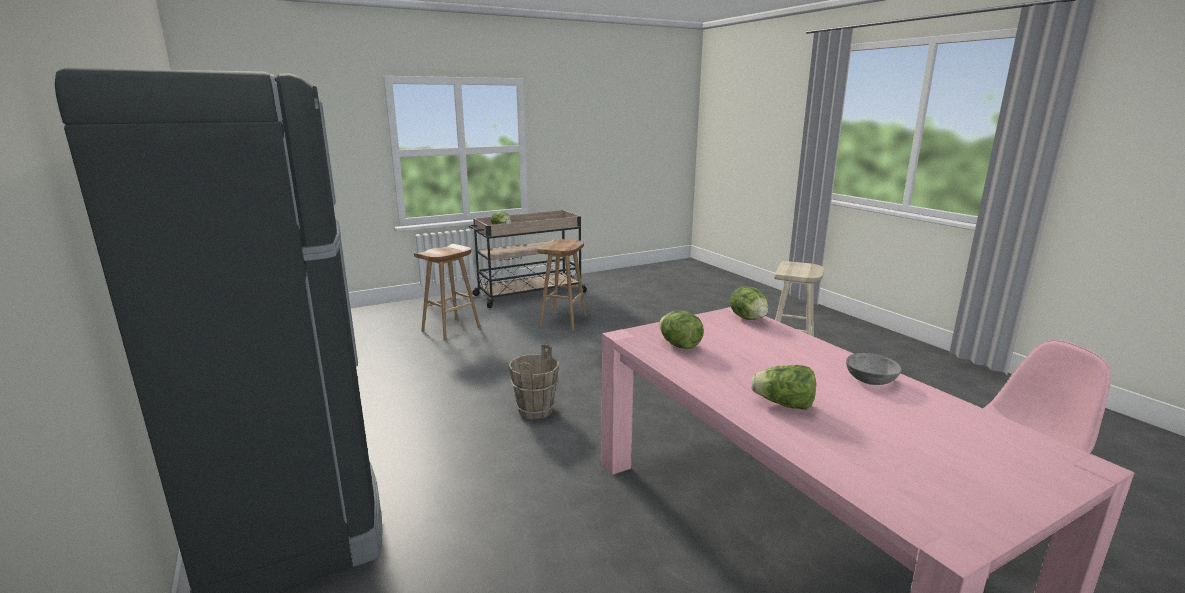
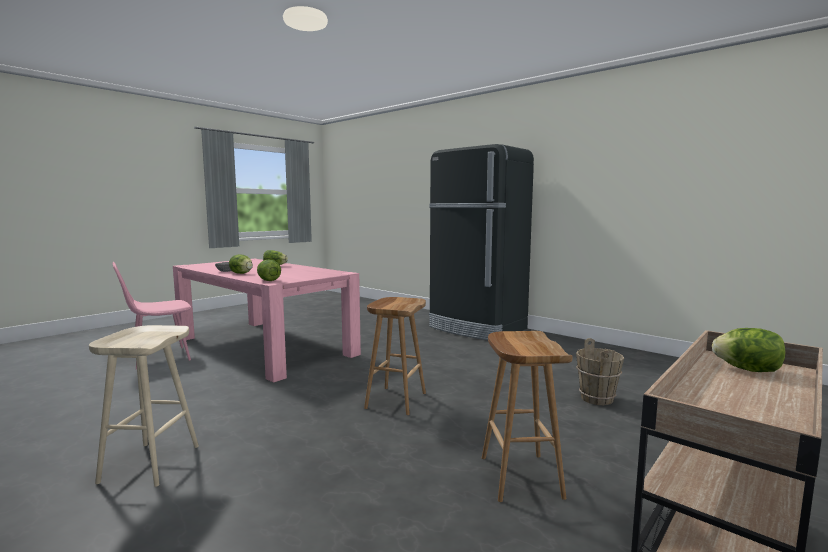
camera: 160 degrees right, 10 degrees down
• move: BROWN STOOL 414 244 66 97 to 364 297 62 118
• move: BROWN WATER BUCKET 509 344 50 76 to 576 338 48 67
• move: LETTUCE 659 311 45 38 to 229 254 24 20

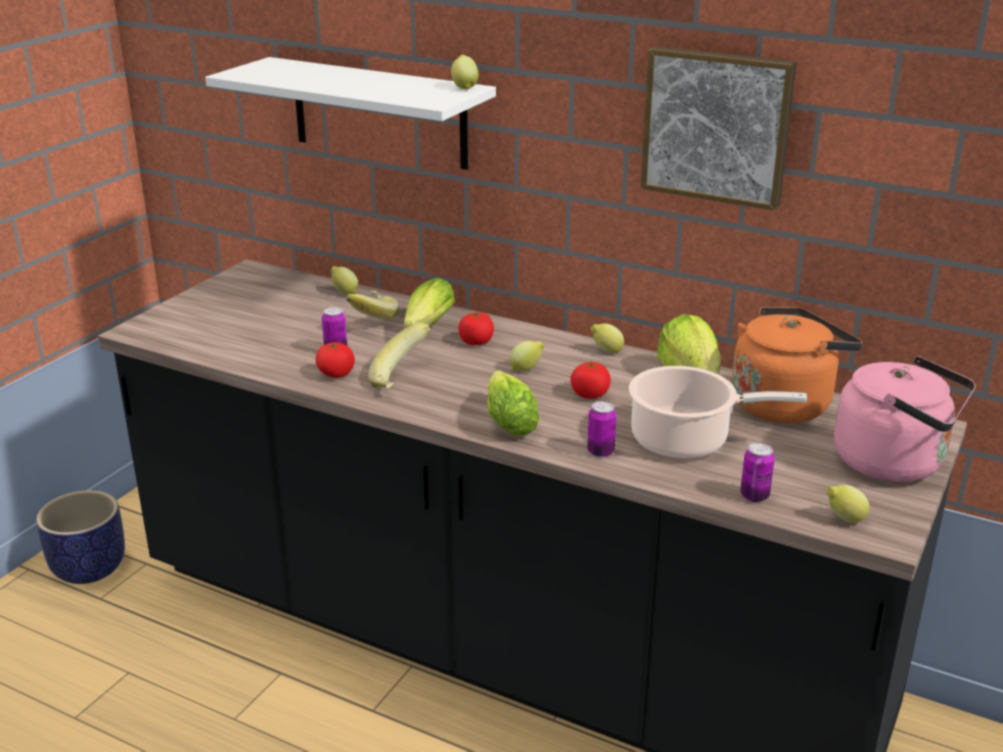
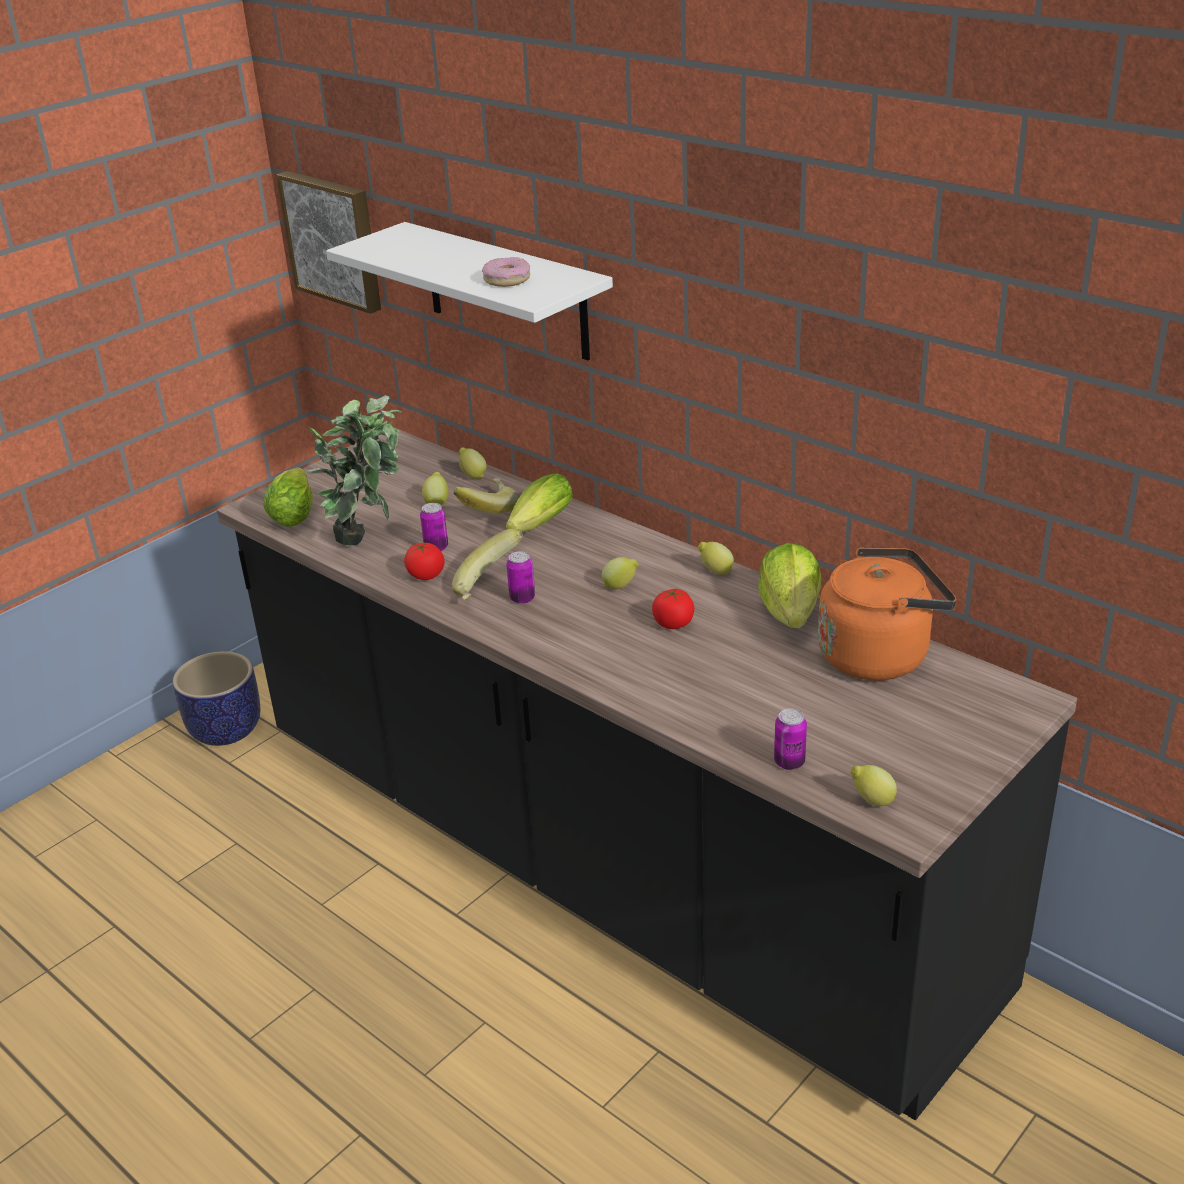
camera: 15 degrees right, 5 degrees up
• move: LEMON 451 55 27 34 to 422 472 27 33
• delete: TOMATO 459 312 35 33
• move: LETTUCE 488 370 52 66 to 263 468 50 59
• move: METAL CAN 587 401 30 56 to 506 551 29 53
• delete: STOCKPOT 629 366 178 93
• move: WALL PICTURE 640 46 157 165 to 276 171 105 143
• delete: PINK-COLOURED KETTLE 834 356 142 126
• insert: HOUSEPLANT 307 395 94 150
• insert: DONUT 482 257 48 30

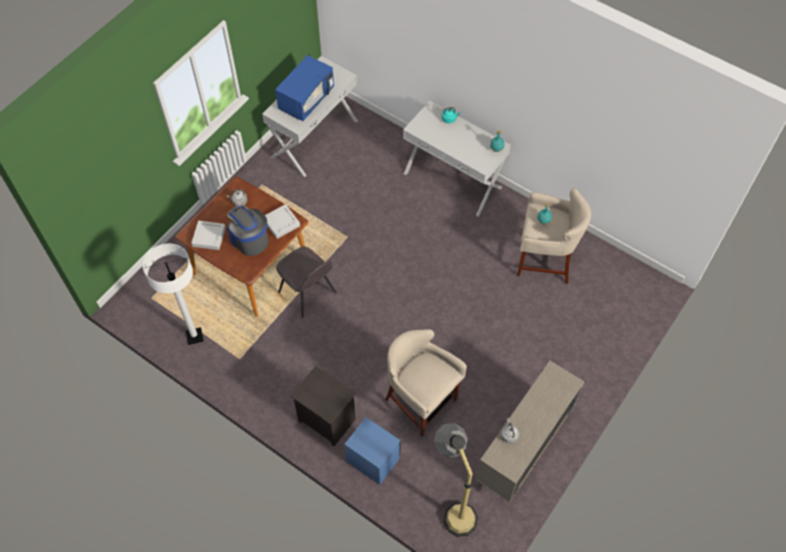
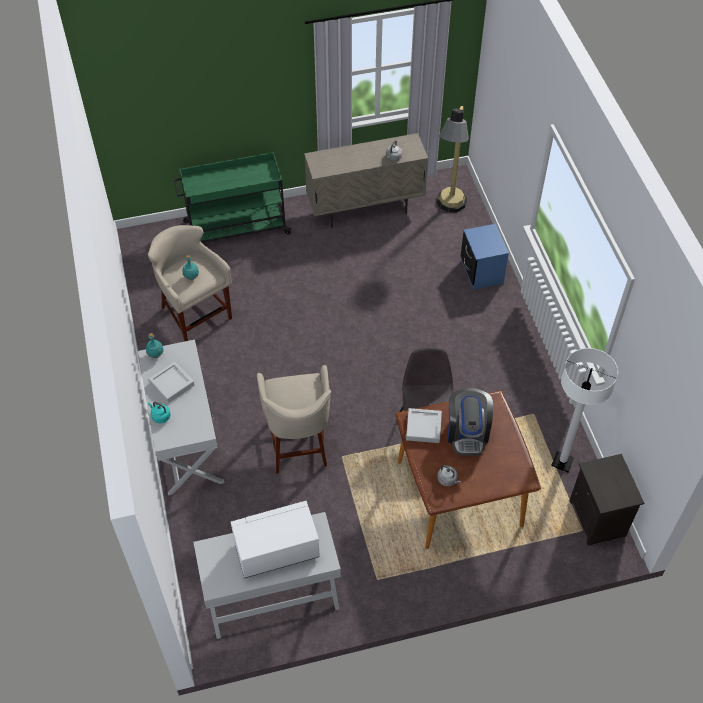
camera: 140 degrees left, 5 degrees down
• move: GRAY CARRYING TRAY 191 221 35 29 to 148 361 46 42
• recolor: BLUE KITCHEN MICROWAVE 275 55 59 66 to WHITISH KITCHEN MICROWAVE 231 501 89 77
• move: BLACK NIGHT TABLE 290 366 66 80 to 569 454 75 92
• move: SAND-COLOURED STOOL 385 329 82 108 to 257 365 74 109
• insert: GREEN-COLOURED TROLLEY 173 152 119 91

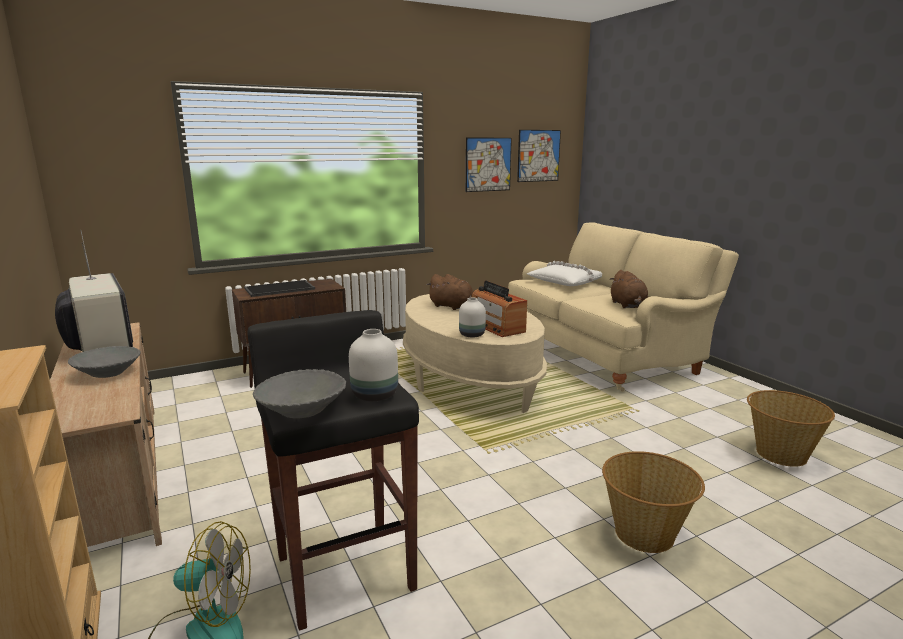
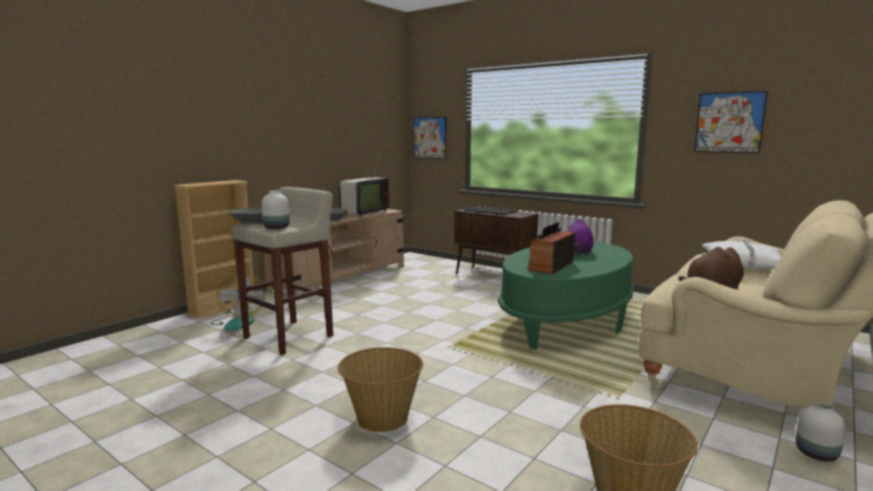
camera: 65 degrees right, 5 degrees down
• recolor: BLACK STOOL 247 310 172 321 to SAND-COLOURED STOOL 232 187 101 168
• recolor: SAND-COLOURED COFFEE TABLE 403 294 144 119 to GREEN-COLOURED COFFEE TABLE 498 242 136 107
• recolor: BROWN CUDDLY TOY 427 274 46 36 to PURPLE CUDDLY TOY 568 219 26 35
• move: WHITISH VASE 459 298 27 39 to 796 402 50 60
• move: WALL PICTURE 517 130 44 52 to 413 117 33 42

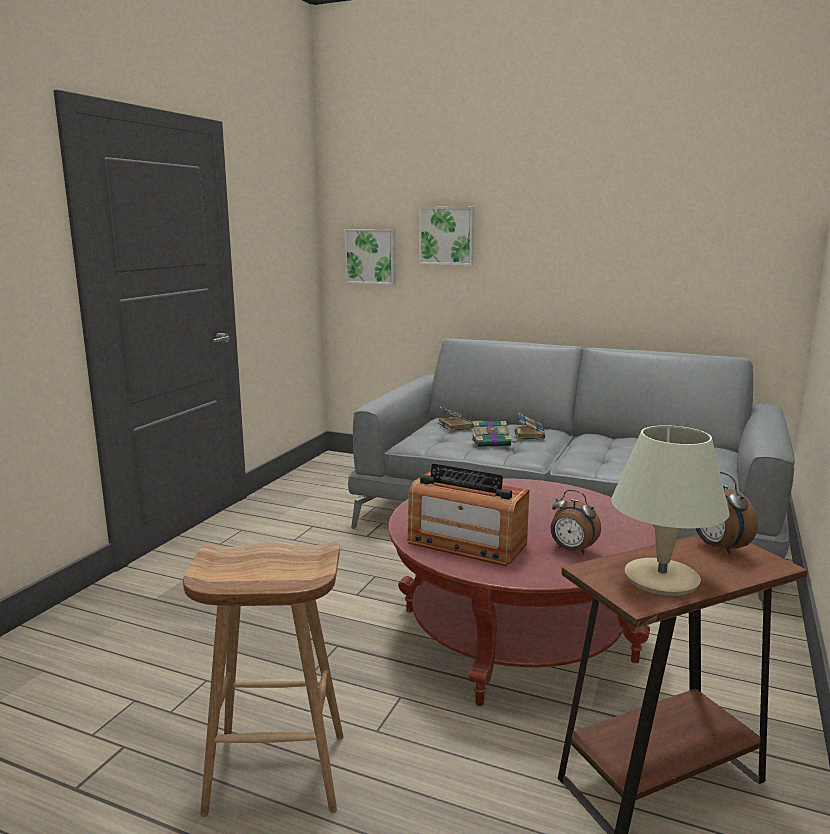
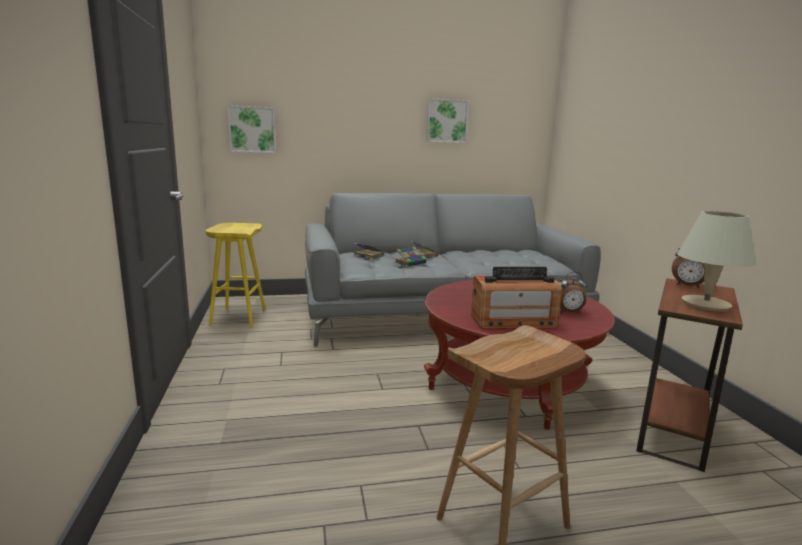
camera: 35 degrees left, 0 degrees up
• move: WALL PICTURE 419 207 56 58 to 426 98 43 45
• insert: YELLOWISH STOOL 206 223 60 104

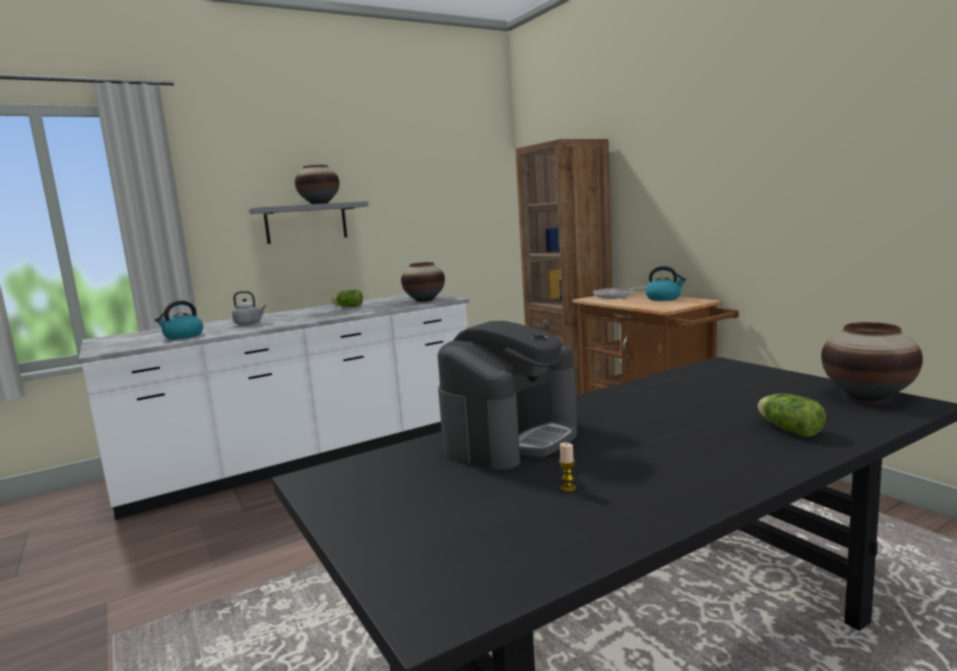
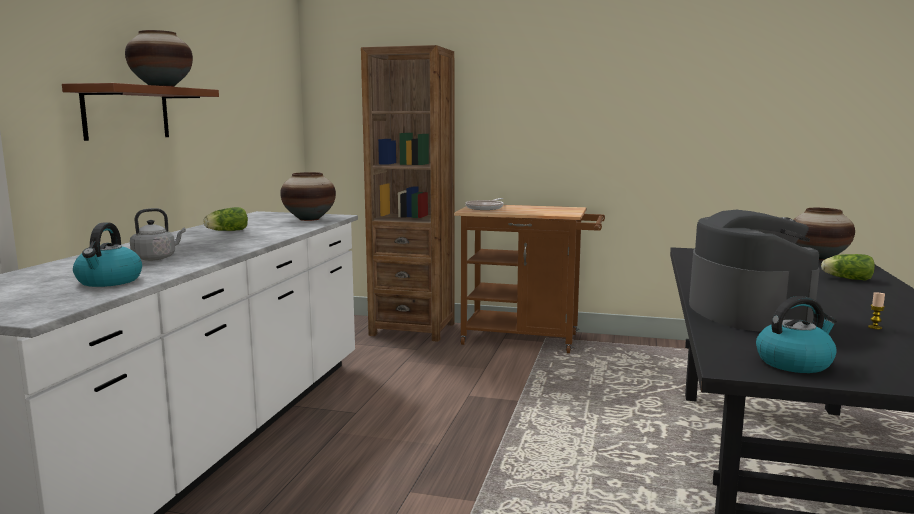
camera: 45 degrees left, 0 degrees up
• recolor: GRAY SHELF 249 201 120 43 to BROWN SHELF 62 83 157 58
• move: KETTLE 645 266 41 35 to 756 296 81 77

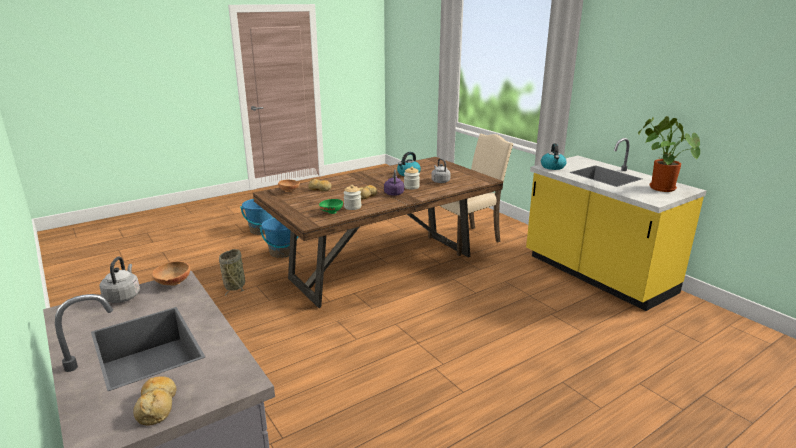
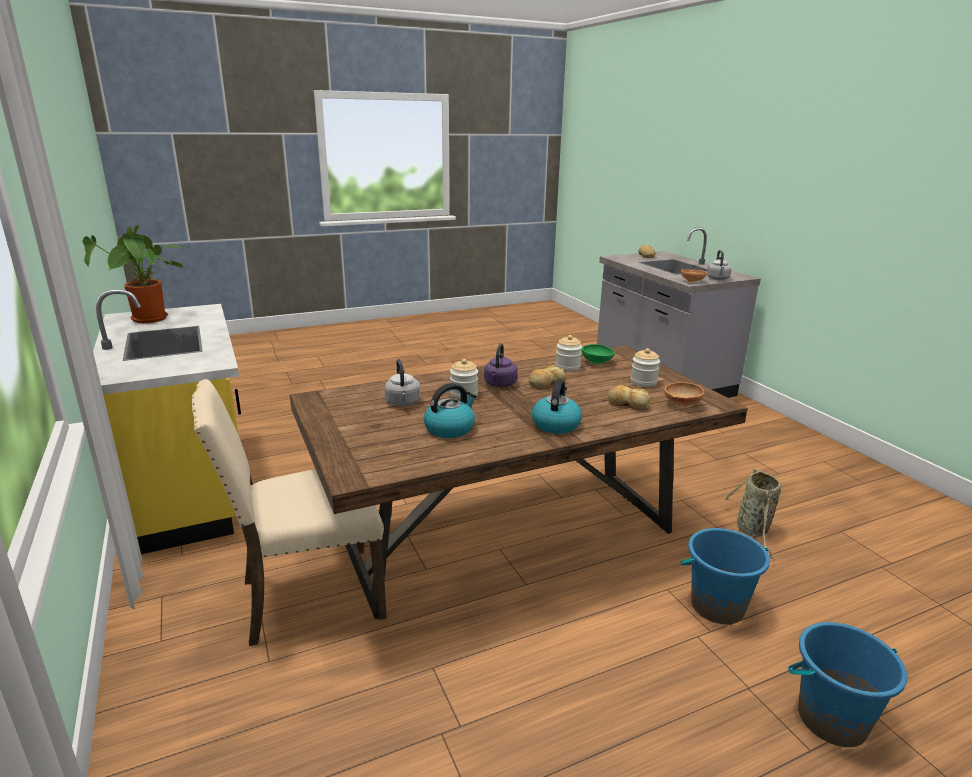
camera: 170 degrees left, 0 degrees up
• move: KETTLE 541 144 26 26 to 532 379 50 55
• insert: STORAGE JAR 631 348 29 39

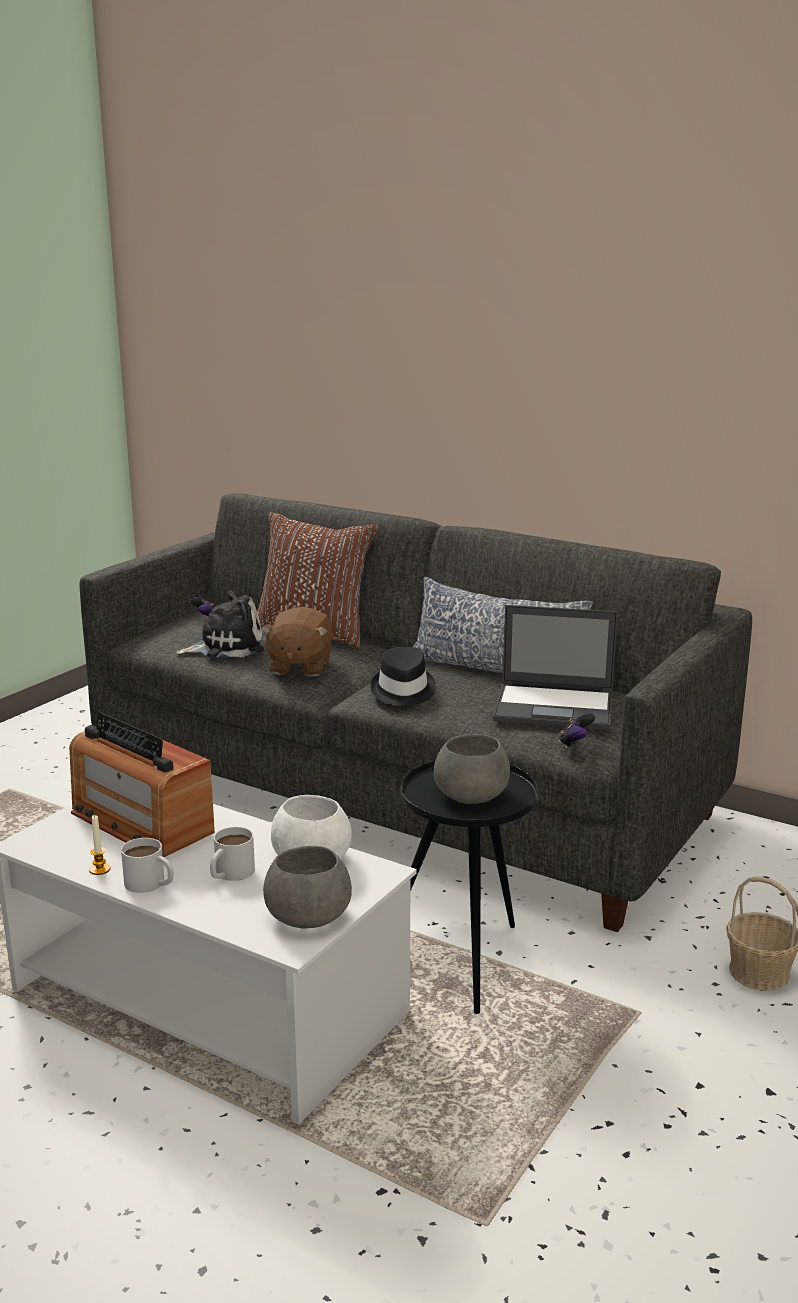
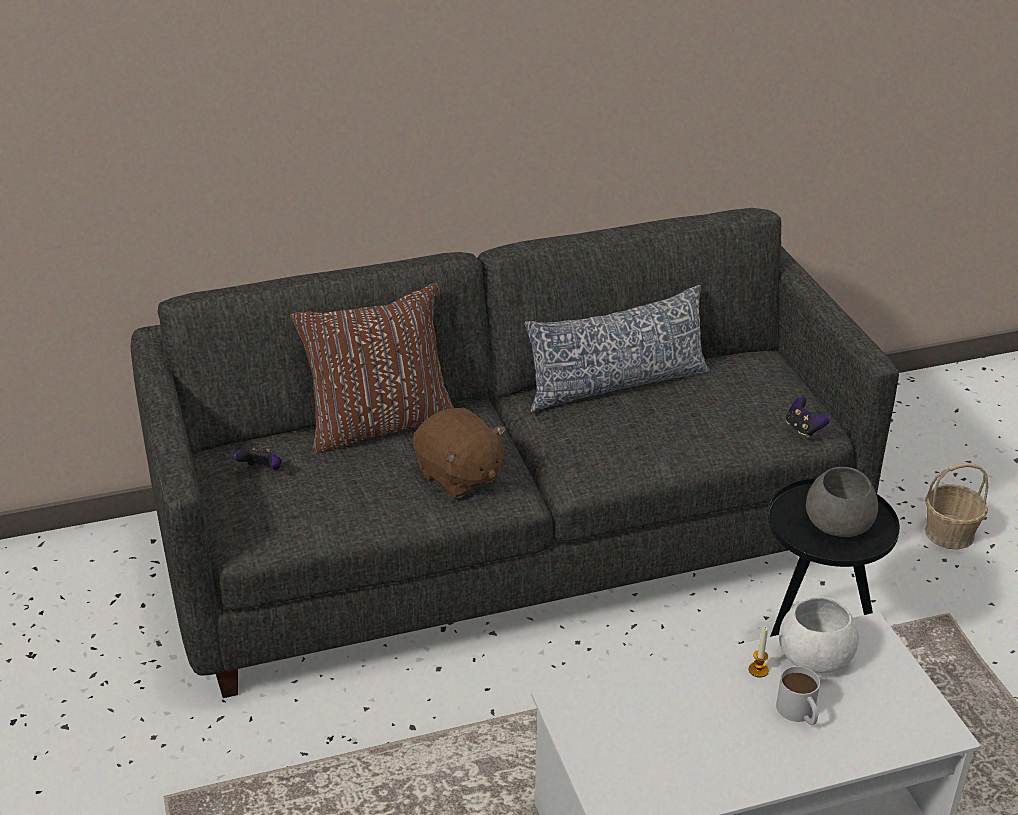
camera: 50 degrees left, 15 degrees up
• delete: RADIO SET 69 712 146 145
• move: WAX LIGHT 89 815 22 60 to 749 626 20 52
• delete: WHITISH MUG 121 838 53 55
• delete: CUDDLY TOY 176 591 88 67
• delete: GRAY SERVING BOWL 263 846 89 82
• delete: BLACK CLOTHING HAT 371 647 65 59
• delete: PORTABLE COMPUTER 493 605 125 125

